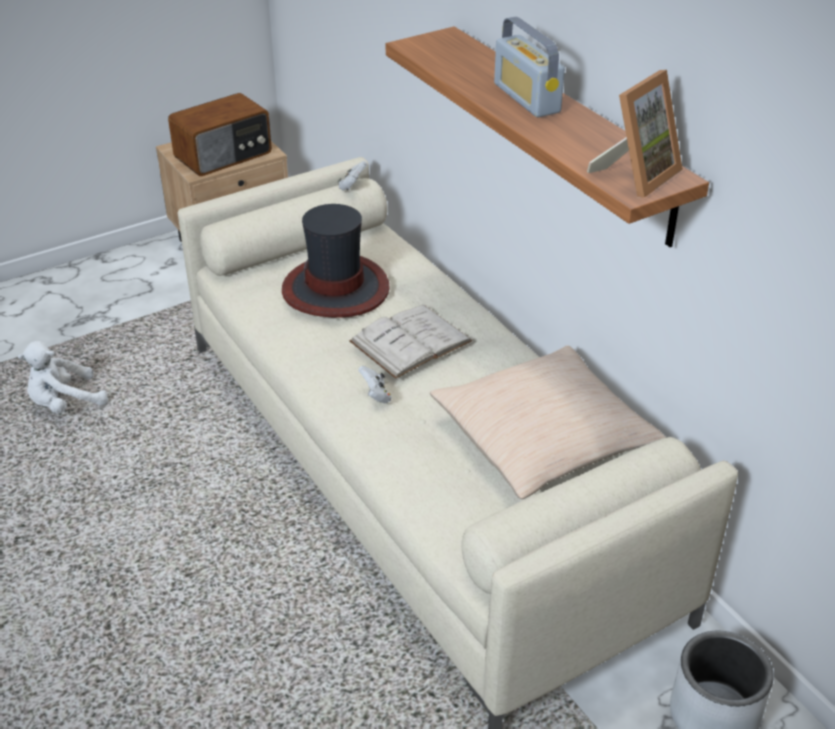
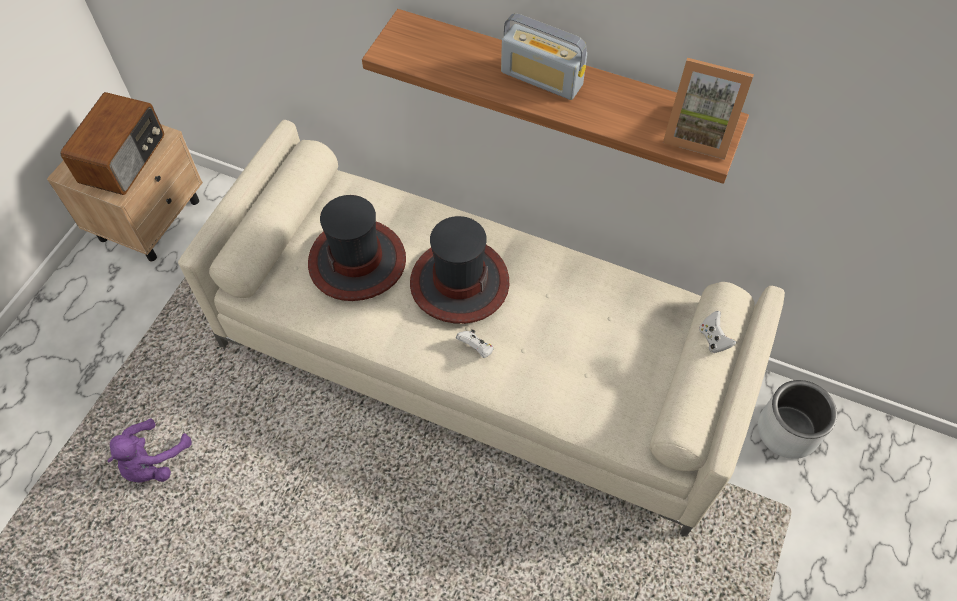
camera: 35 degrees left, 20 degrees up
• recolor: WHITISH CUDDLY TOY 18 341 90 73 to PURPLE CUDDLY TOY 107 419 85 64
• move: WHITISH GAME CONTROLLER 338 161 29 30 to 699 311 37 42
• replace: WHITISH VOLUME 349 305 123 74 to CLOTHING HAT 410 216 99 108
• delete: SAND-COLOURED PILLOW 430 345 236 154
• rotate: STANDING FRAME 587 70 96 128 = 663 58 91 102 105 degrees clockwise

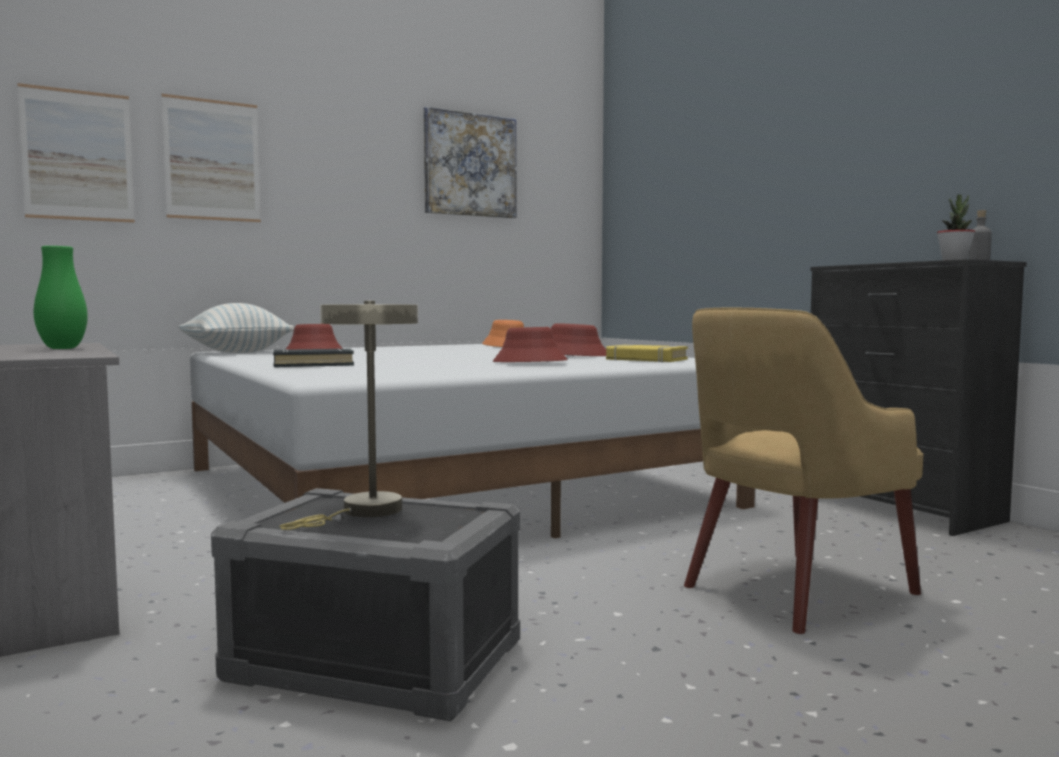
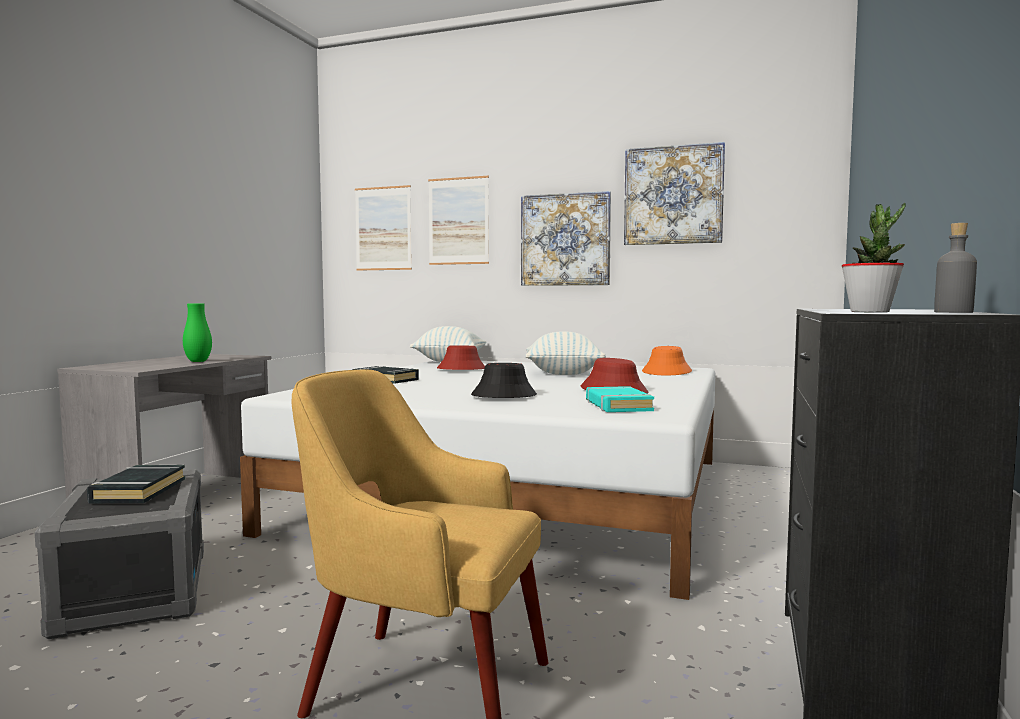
camera: 50 degrees right, 0 degrees up
• replace: SAND-COLOURED LAMP FOR A TABLE 279 301 139 229 to BLACK VOLUME 87 465 98 38
• recolor: RED-COLOURED CLOTHING HAT 493 327 75 35 to BLACK CLOTHING HAT 471 363 66 35
• recolor: YELLOWISH VOLUME 606 345 82 17 to TURQUOISE-COLOURED VOLUME 586 386 68 26
• insert: WALL PICTURE 521 191 90 95
• insert: PILLOW 525 331 81 44

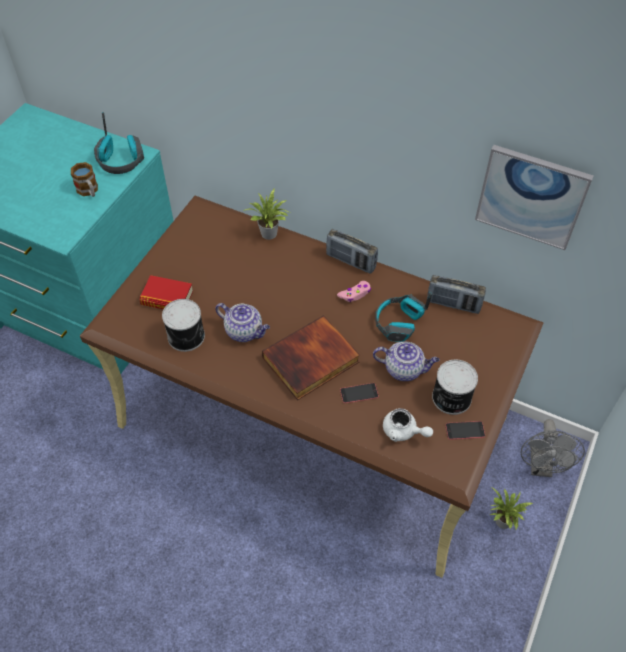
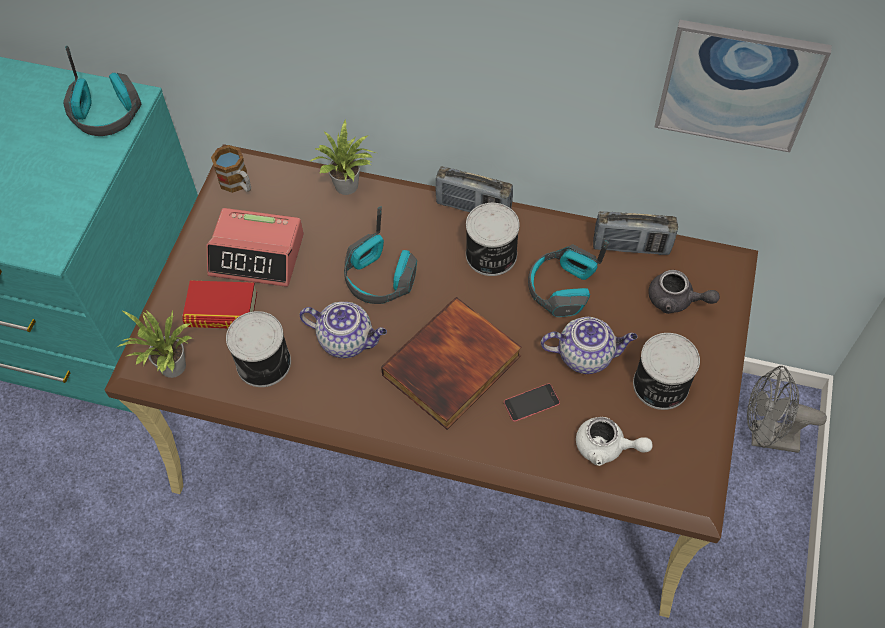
camera: 10 degrees left, 5 degrees up
• move: MUG 71 162 27 35 to 211 145 40 48
• replace: PINK-COLOURED GAME CONTROLLER 337 281 34 21 to METAL CAN 466 203 54 73
• delete: TELEPHONE 445 421 40 19
• move: HOUSEPLANT 490 487 43 43 to 117 310 76 68
• rotate: GRAY FAN 521 419 64 58 = 747 366 80 87 105 degrees clockwise
• insert: ALARM CLOCK 206 208 98 79
• insert: HEADSET 344 207 73 97
• insert: GRAY TEA POT 648 270 72 44

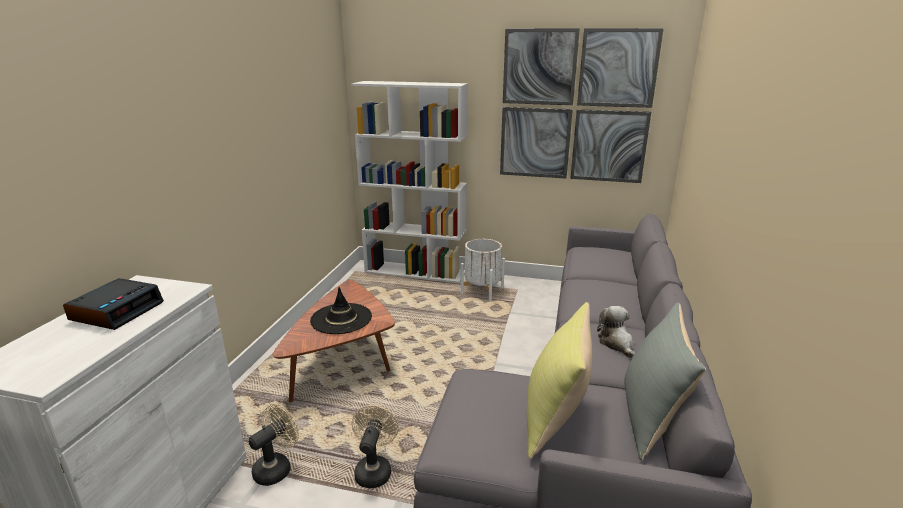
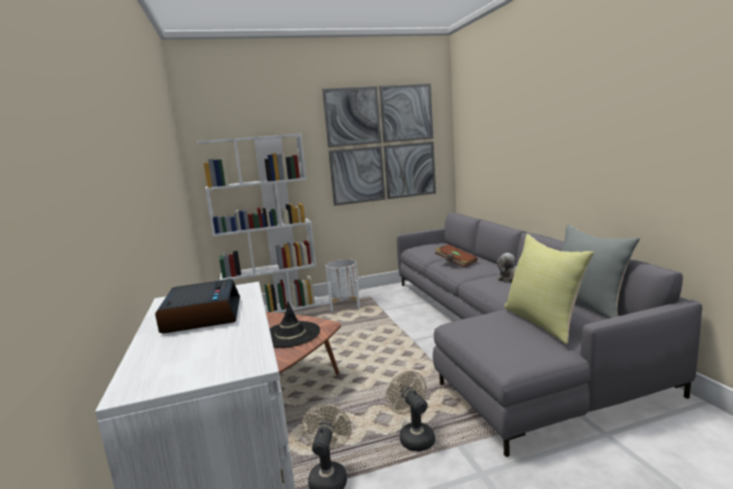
camera: 30 degrees left, 10 degrees down
• insert: BROWN VOLUME 435 244 42 24

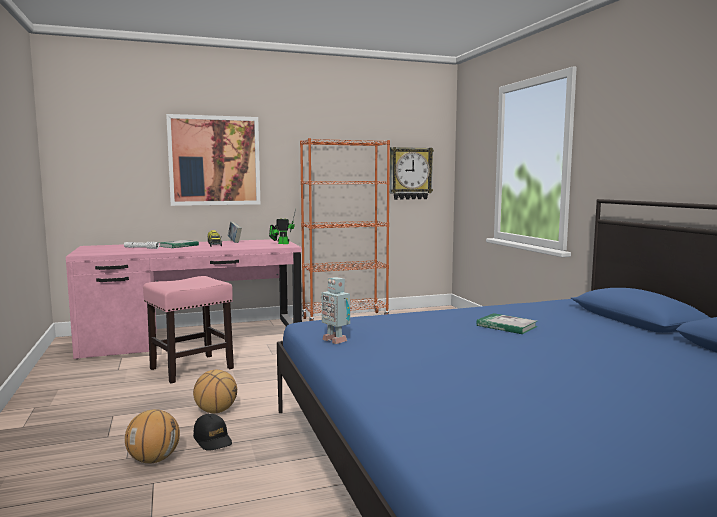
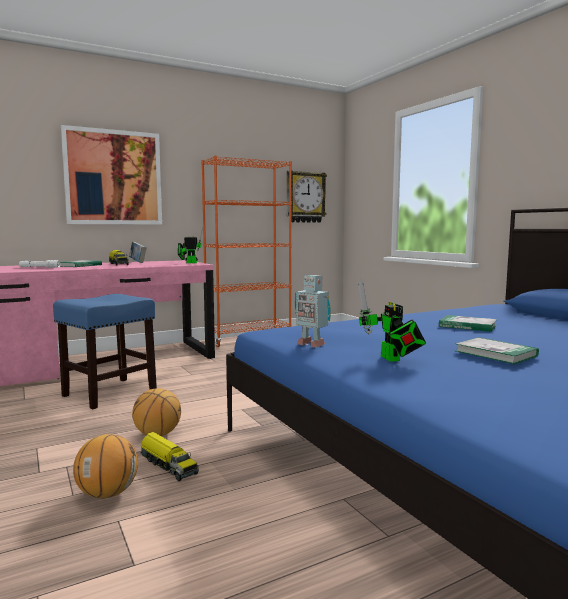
camera: 10 degrees left, 0 degrees up
• recolor: PINK-COLOURED STOOL 143 276 91 107 to BLUE STOOL 53 294 104 115
• replace: BLACK PEAKED CAP 193 414 39 37 to MODEL TRUCK 141 432 58 49
• insert: ROBOT FIGURE 358 280 68 82
• insert: VOLUME 455 337 84 27

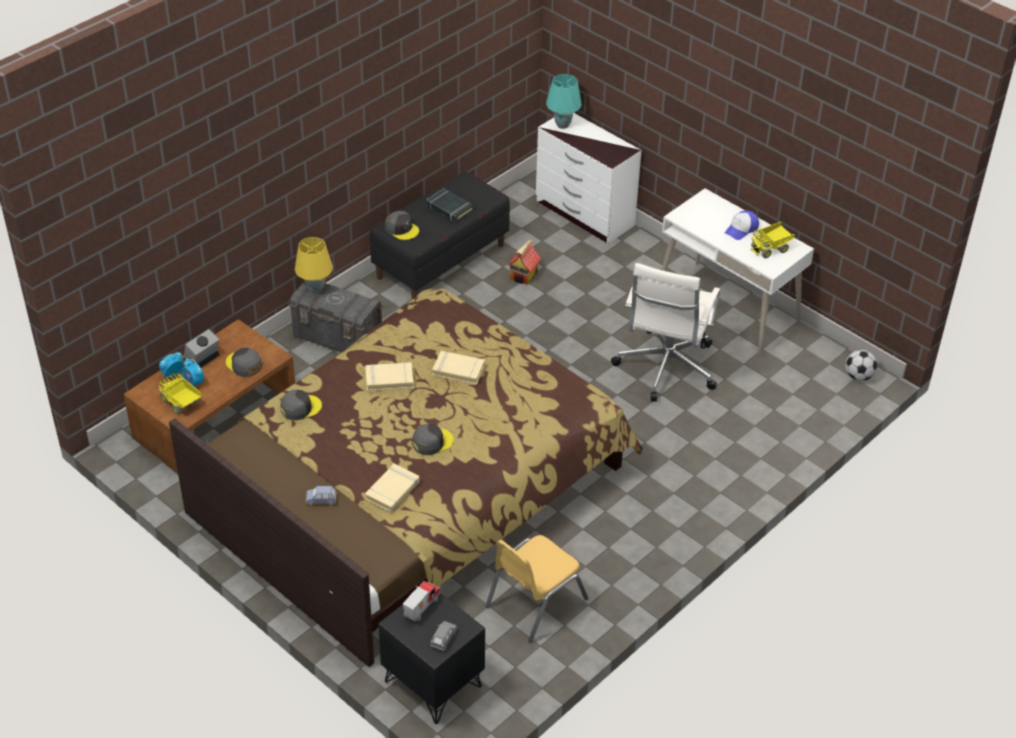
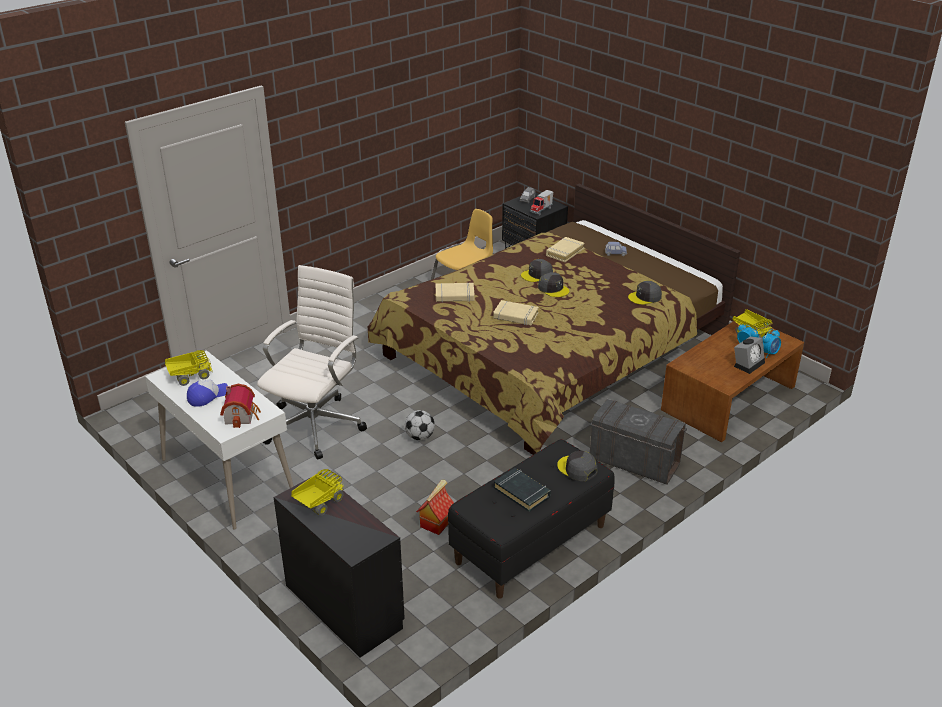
camera: 175 degrees left, 10 degrees down
• move: GRAY PEAKED CAP 226 348 36 29 to 538 272 31 25
• delete: YELLOWISH LAMP FOR A TABLE 295 237 38 56
• move: SAND-COLOURED VOLUME 365 362 49 30 to 436 283 39 19
• recolor: WHITISH DRESSER 536 113 106 131 to BLACK DRESSER 273 473 132 185
• delete: TURQUOISE-COLOURED LAMP FOR A TABLE 546 74 36 55
• move: BALL FOR FOOTBALL 846 350 31 31 to 405 410 30 30
• insert: TOY HOUSE 220 384 41 44
• insert: MODEL TRUCK 291 469 53 47

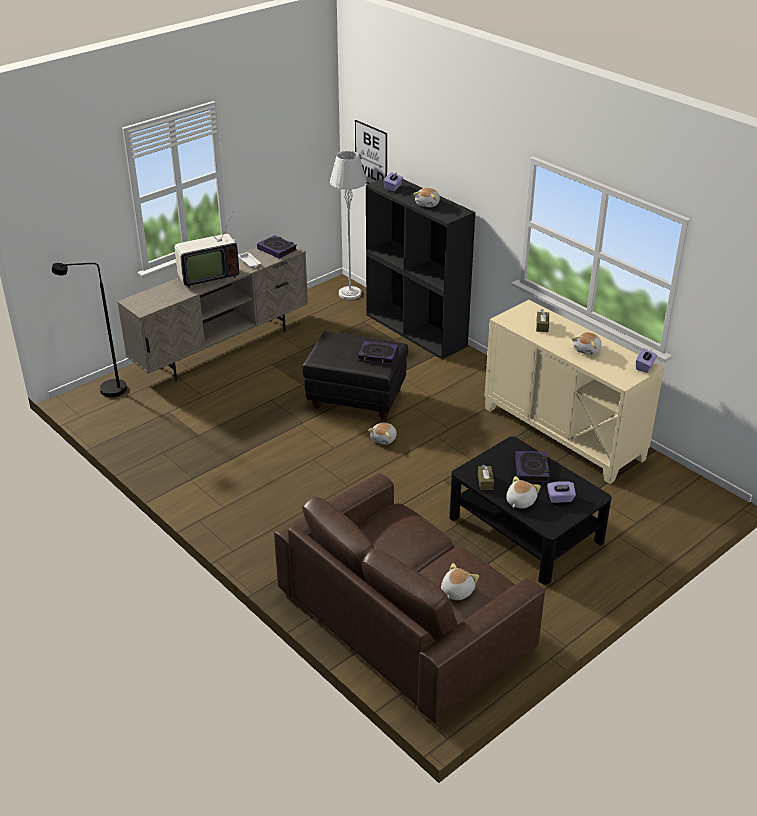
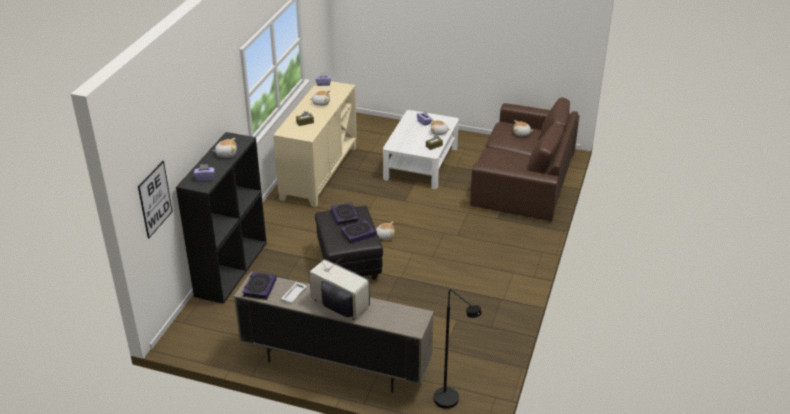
camera: 120 degrees left, 0 degrees up
• delete: GRAY STANDARD LAMP 330 151 37 149
• recolor: BLACK COFFEE TABLE 449 436 163 149 to WHITISH COFFEE TABLE 383 110 76 79
• move: VOLUME 515 451 35 31 to 341 220 35 24

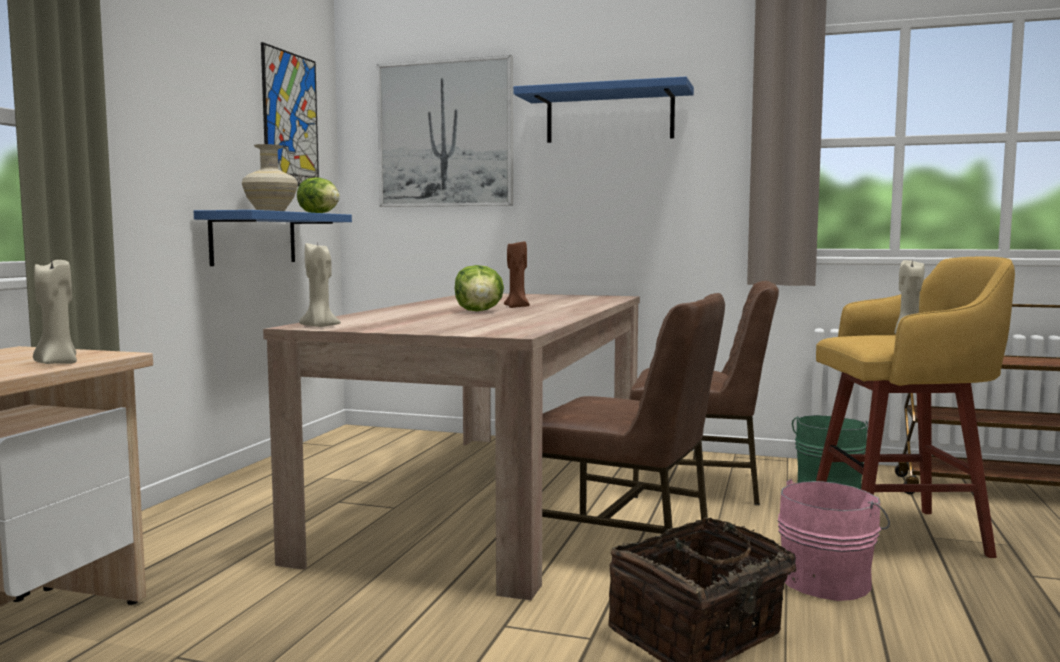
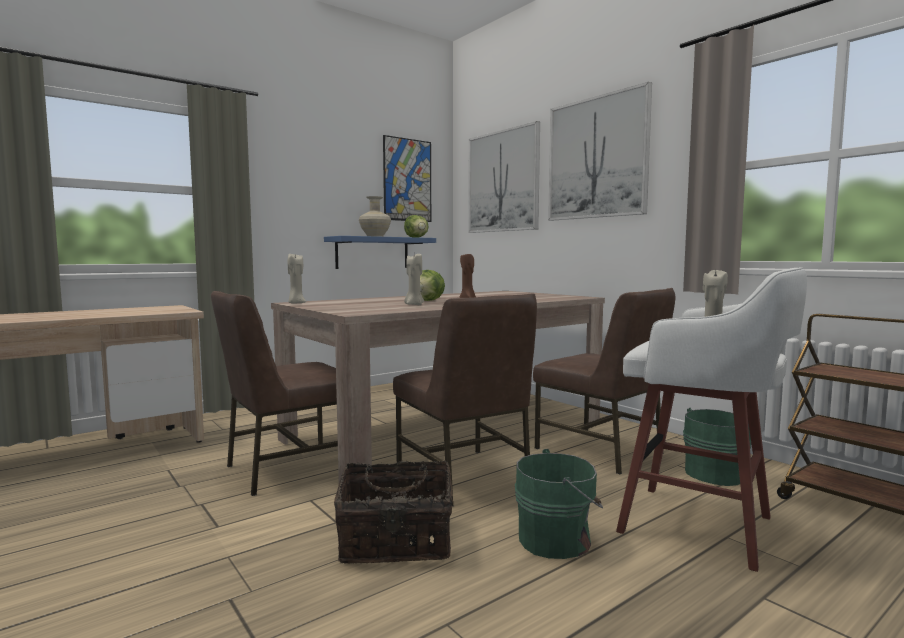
camera: 35 degrees right, 0 degrees up
• move: SAND-COLOURED WAX LIGHT 33 257 44 107 to 404 254 20 51
• replace: BLUE SHELF 513 77 181 66 to WALL PICTURE 548 82 104 139
• recolor: PINK-COLOURED WATER BUCKET 778 479 112 122 to GREEN-COLOURED WATER BUCKET 515 449 88 110
• recolor: YELLOWISH STOOL 816 257 199 301 to WHITISH STOOL 616 267 191 305
• insert: BROWN CHAIR 211 291 127 205

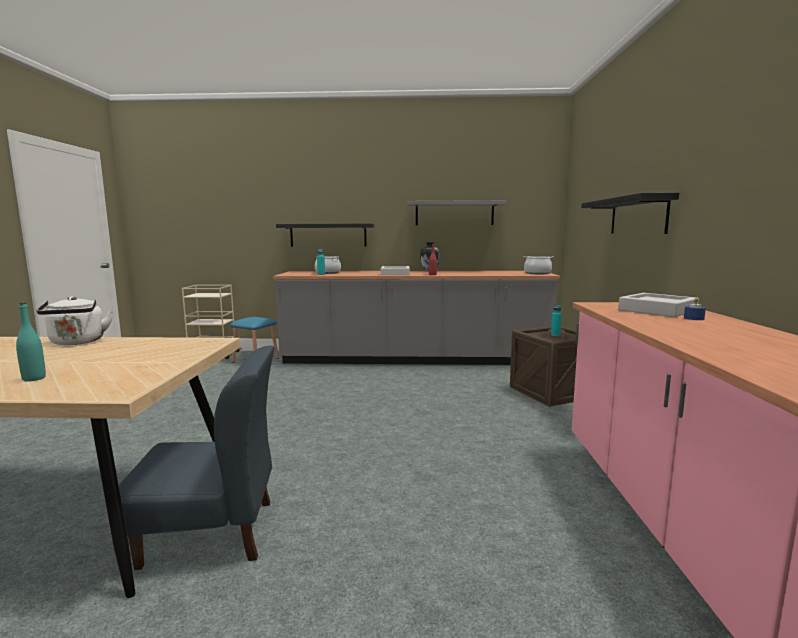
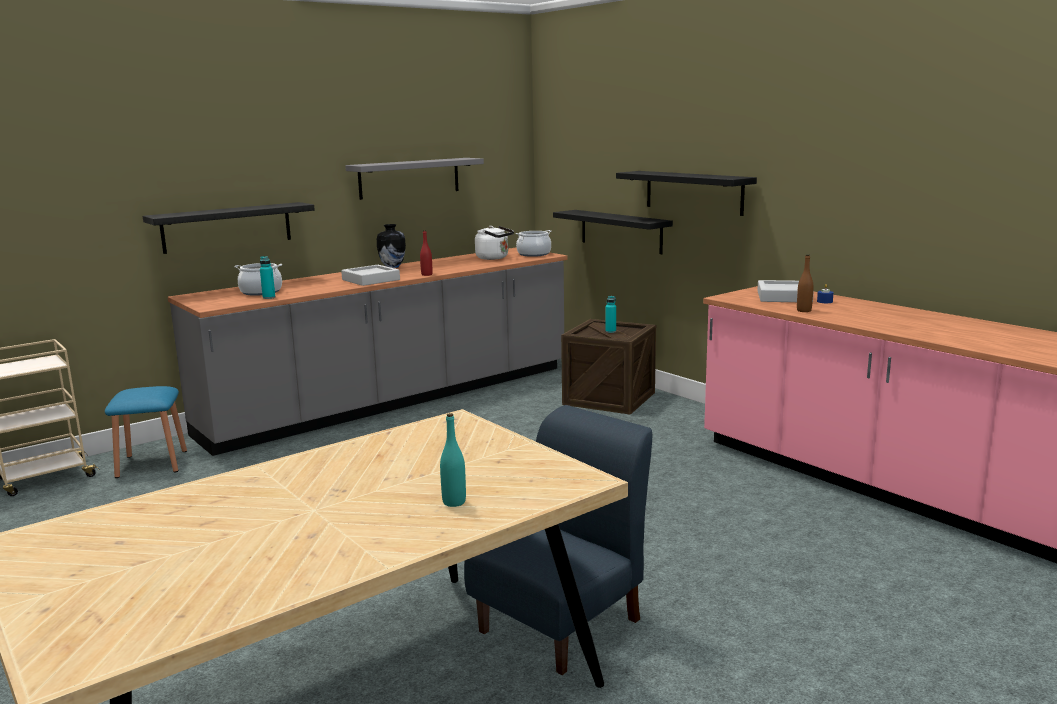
camera: 40 degrees left, 5 degrees up
• move: WHITISH KETTLE 37 296 76 49 to 475 226 39 34
• insert: BLACK SHELF 553 210 120 44
• insert: BROWN BEVERAGE BOTTLE 797 254 16 58

